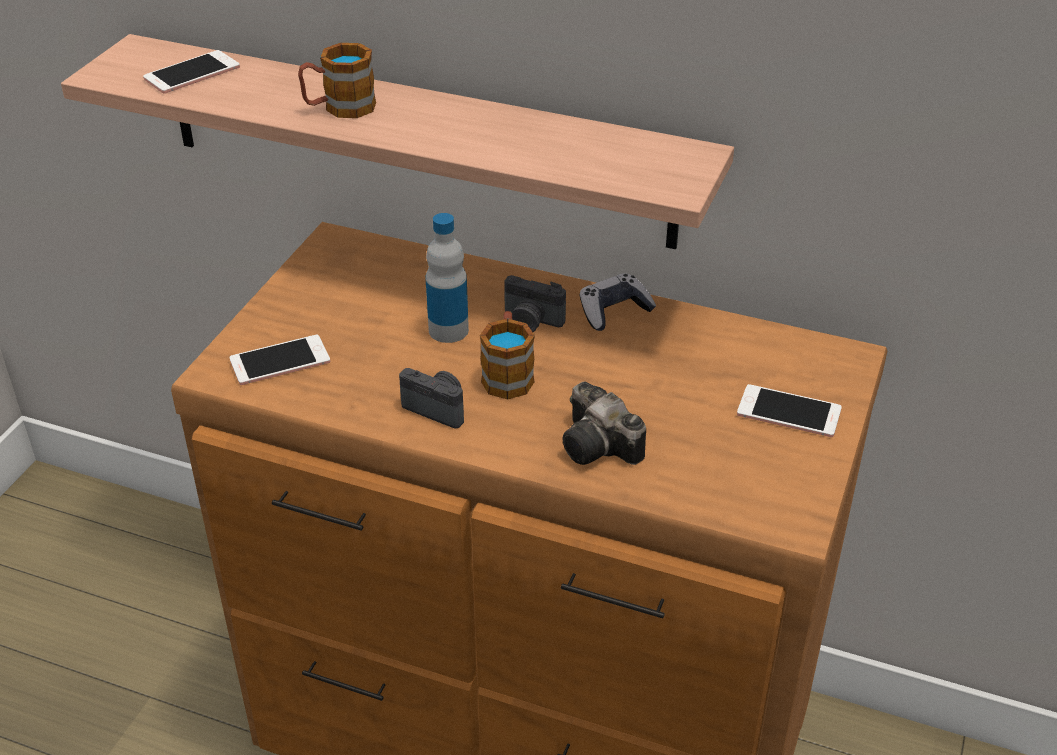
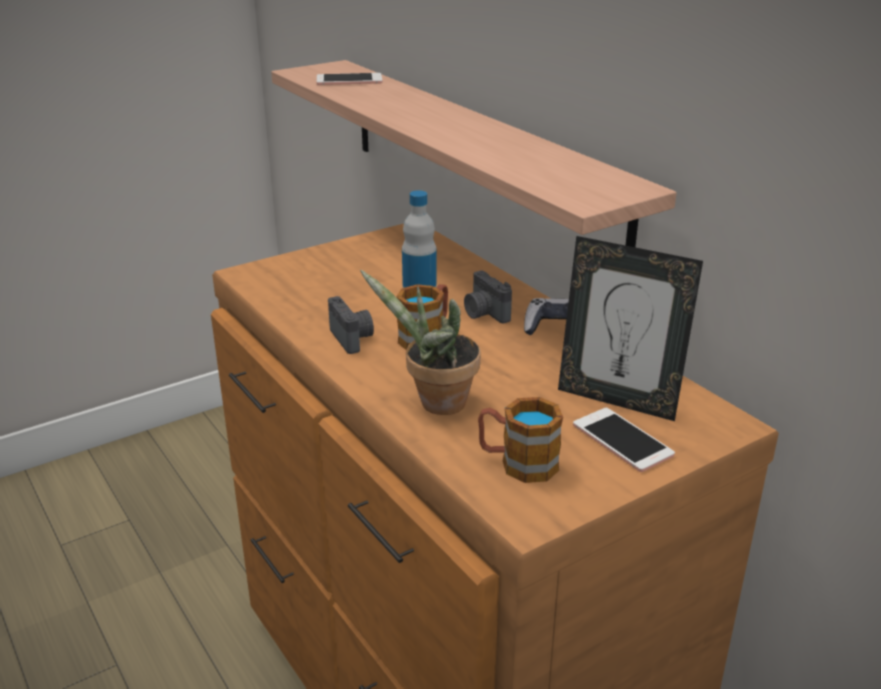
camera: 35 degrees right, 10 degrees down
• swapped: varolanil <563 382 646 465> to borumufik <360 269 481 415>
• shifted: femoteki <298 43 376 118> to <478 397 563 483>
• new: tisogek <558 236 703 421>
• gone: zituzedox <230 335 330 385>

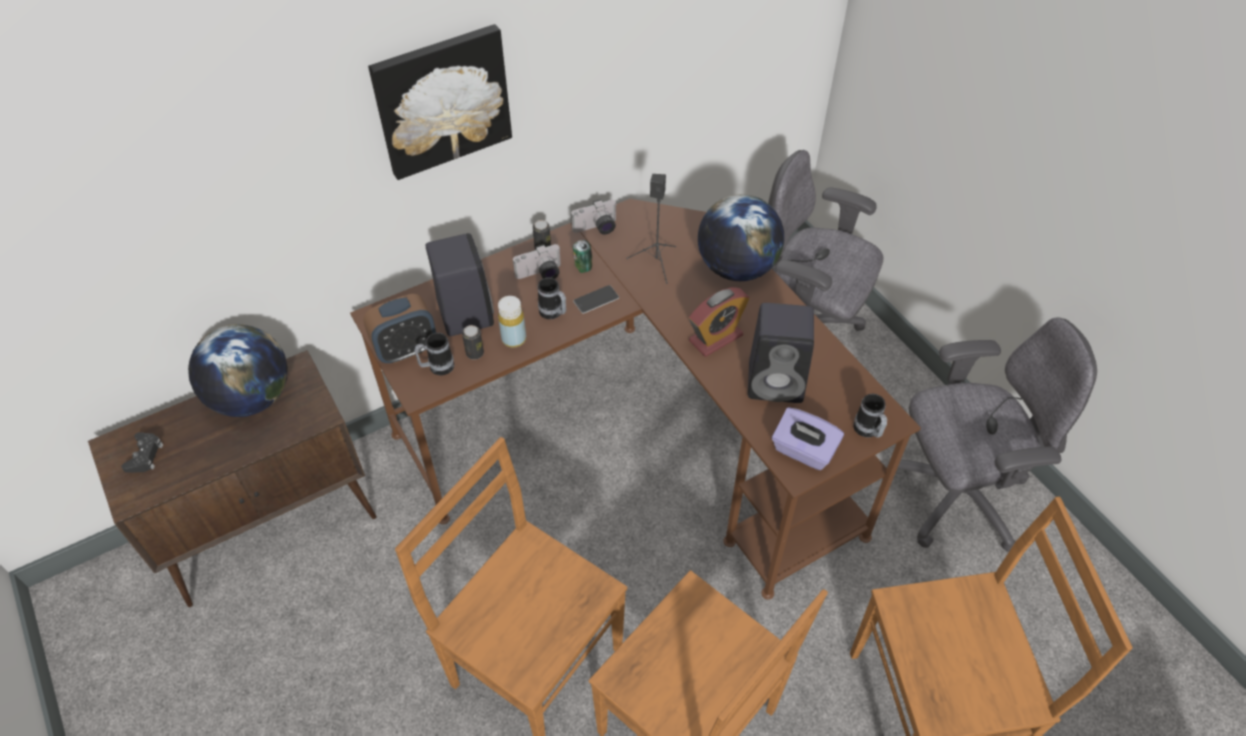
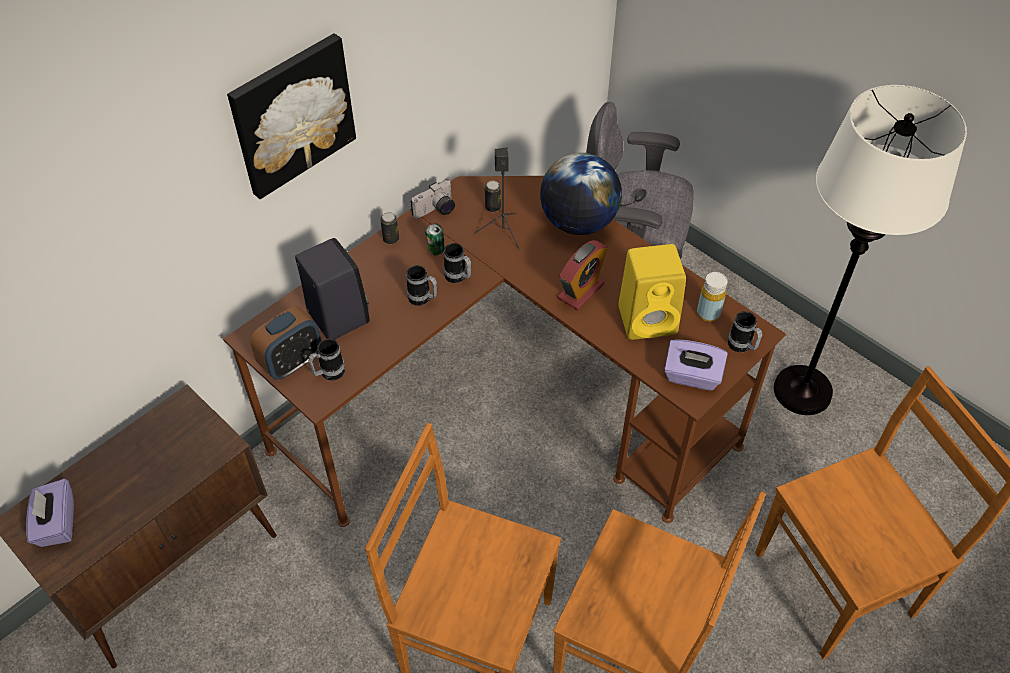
camera: 15 degrees left, 0 degrees up
• swapped: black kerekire <121 432 164 473> to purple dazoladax <26 479 74 547>
• swapped: zituzedox <573 285 619 314> to femoteki <444 243 471 283>
• shifted: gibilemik <462 325 484 359> to <485 180 501 212>
• repainted: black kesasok <748 303 814 403> to yellow kesasok <618 244 686 340>
• shifted: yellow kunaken <498 296 526 348> to <697 272 727 322>
• swapped: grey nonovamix <887 317 1097 552> to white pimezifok <774 85 967 415>
• gone: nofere <188 324 288 417>
• gone: varolanil <513 244 561 279>

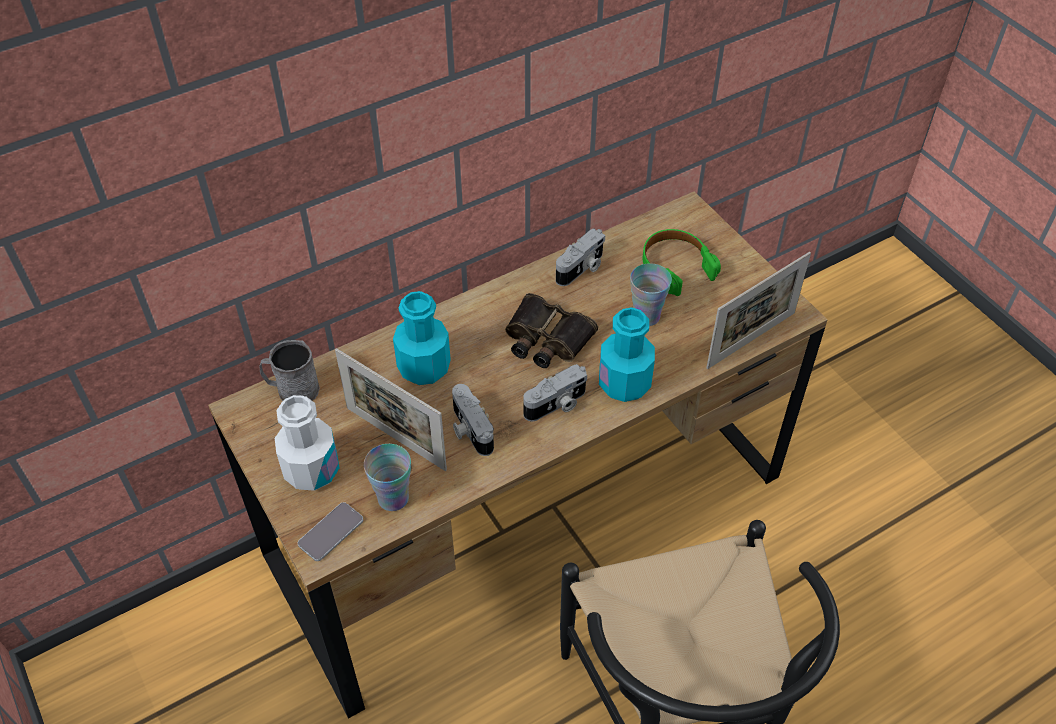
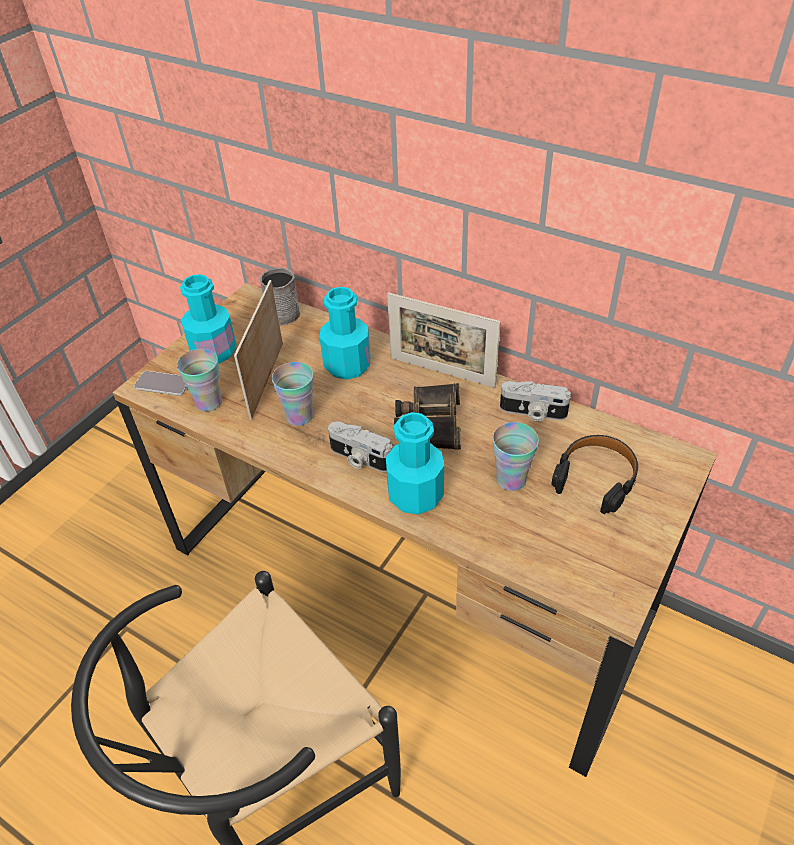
camera: 65 degrees right, 5 degrees down
• repainted: white kunaken <275 395 339 491> to turquoise kunaken <180 274 237 364>
• swapped: varolanil <452 384 494 456> to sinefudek <272 362 314 426>
• shifted: tisogek <706 252 811 369> to <387 293 500 388>
• repainted: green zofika <643 229 721 296> to black zofika <551 435 638 514>

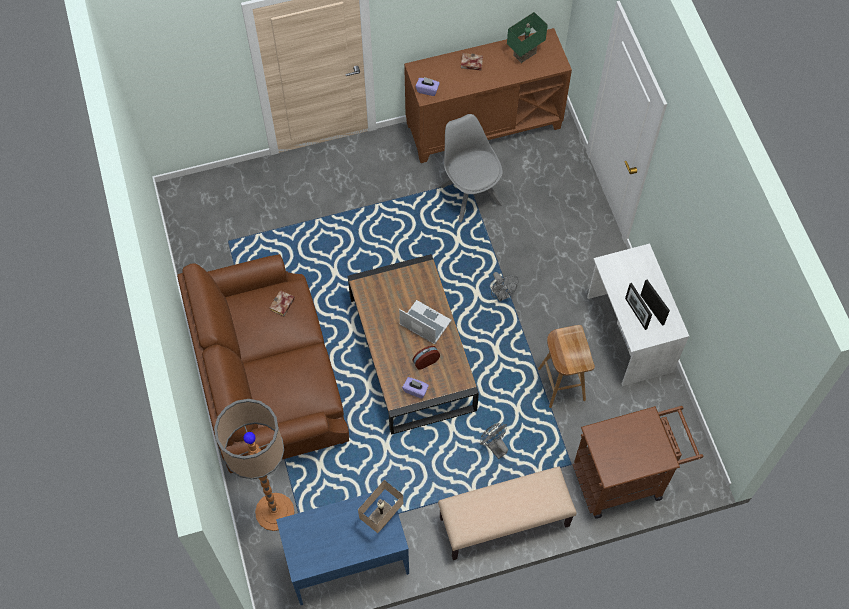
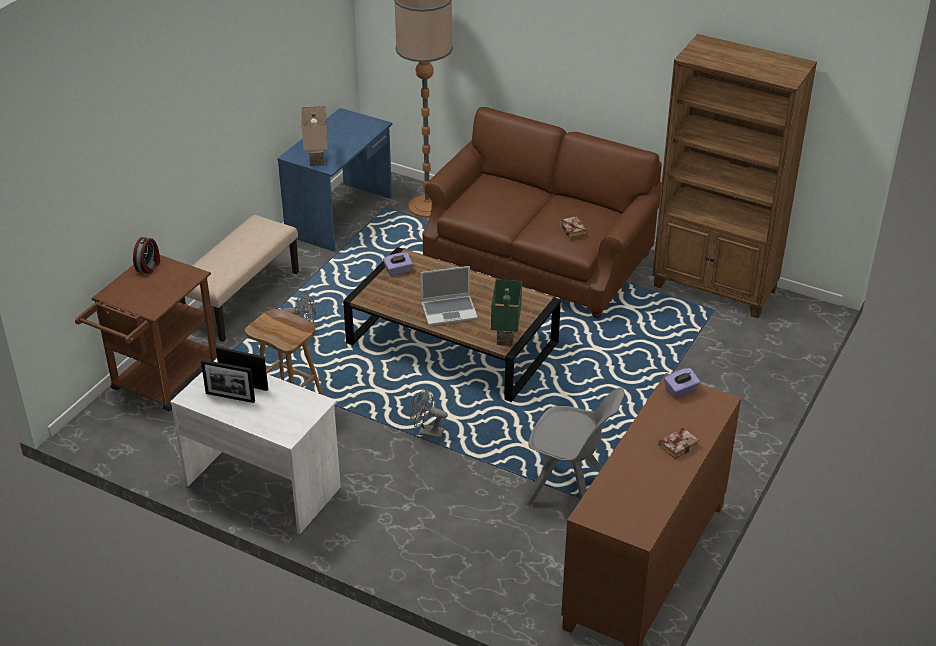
camera: 135 degrees right, 25 degrees down
• shifted: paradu <412 346 440 370> to <133 237 160 274>
• shifted: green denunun <507 12 548 63> to <491 279 522 346>
• new: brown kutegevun <652 34 817 318>

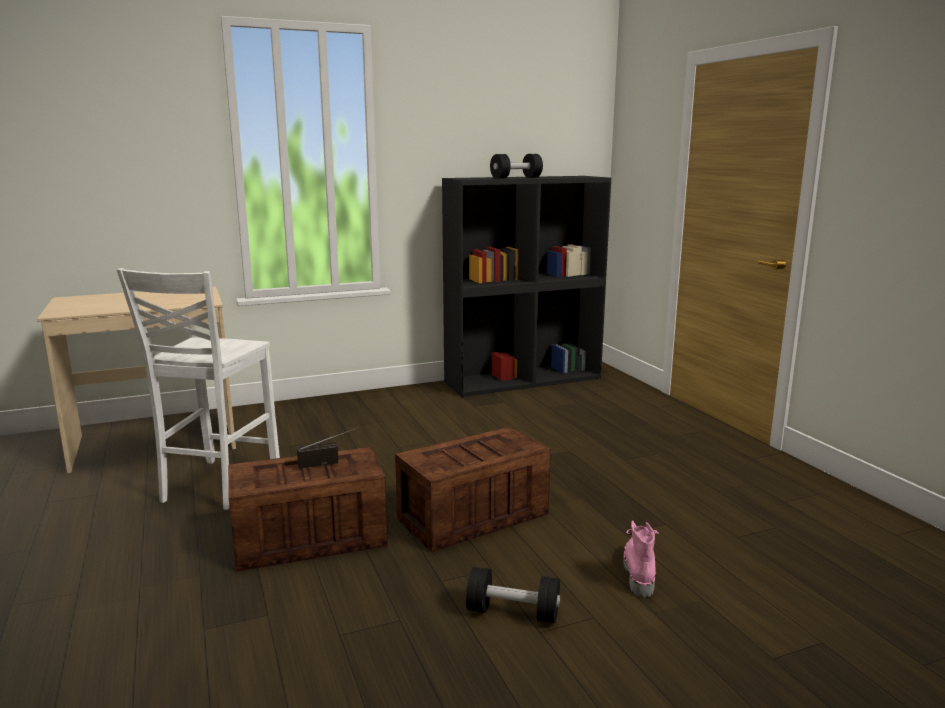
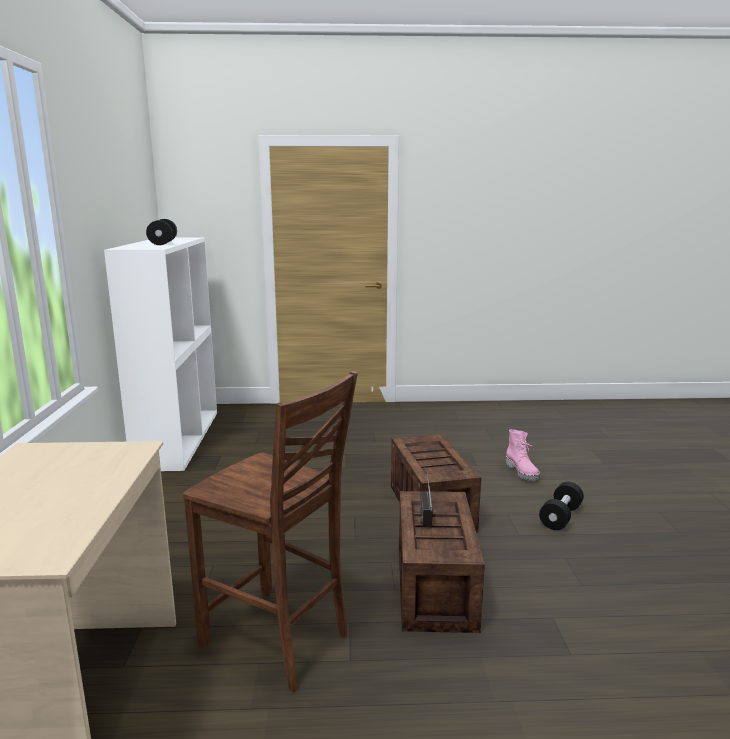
camera: 70 degrees left, 0 degrees up
• repainted: black kutegevun <442 176 611 397> to white kutegevun <104 237 217 471>
• repainted: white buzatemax <117 268 280 510> to brown buzatemax <183 371 358 692>
• rotated: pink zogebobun <623 520 658 597> = <506 429 540 481> 135 degrees counterclockwise

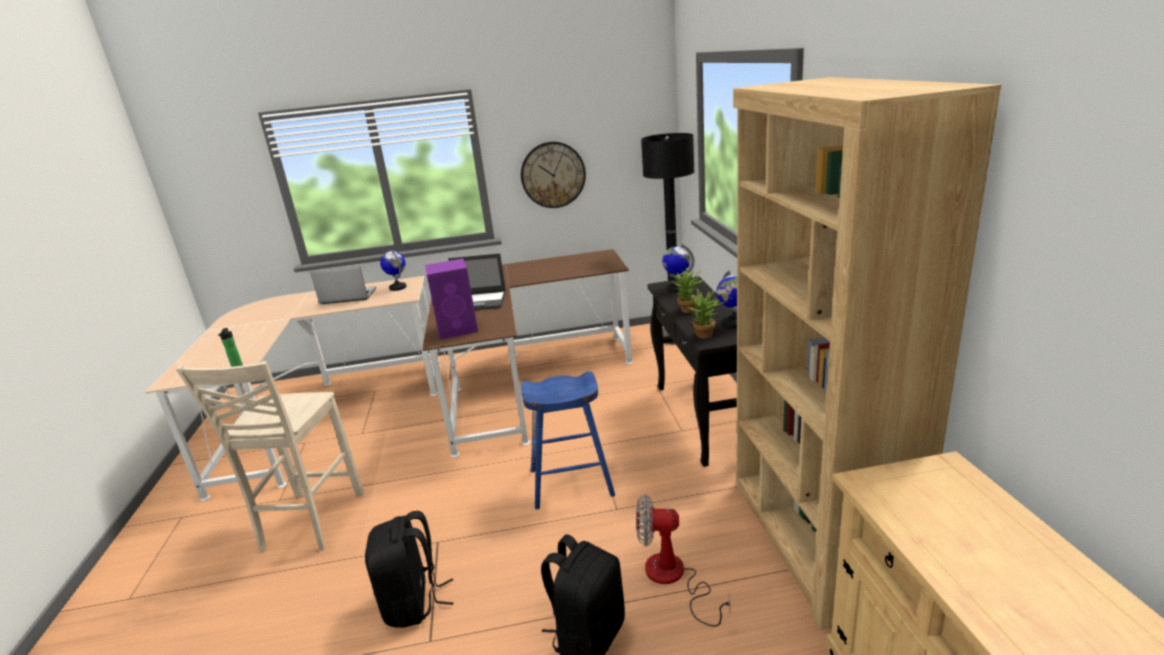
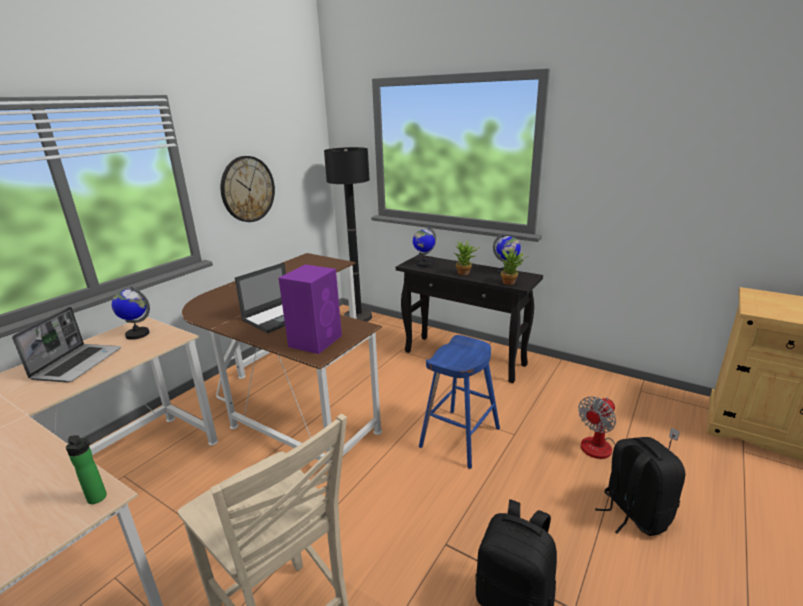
camera: 50 degrees left, 0 degrees up
• rotated: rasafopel <310 266 377 304> = <12 307 121 382> 150 degrees clockwise
• gone: brown kutegevun <733 77 1001 630>

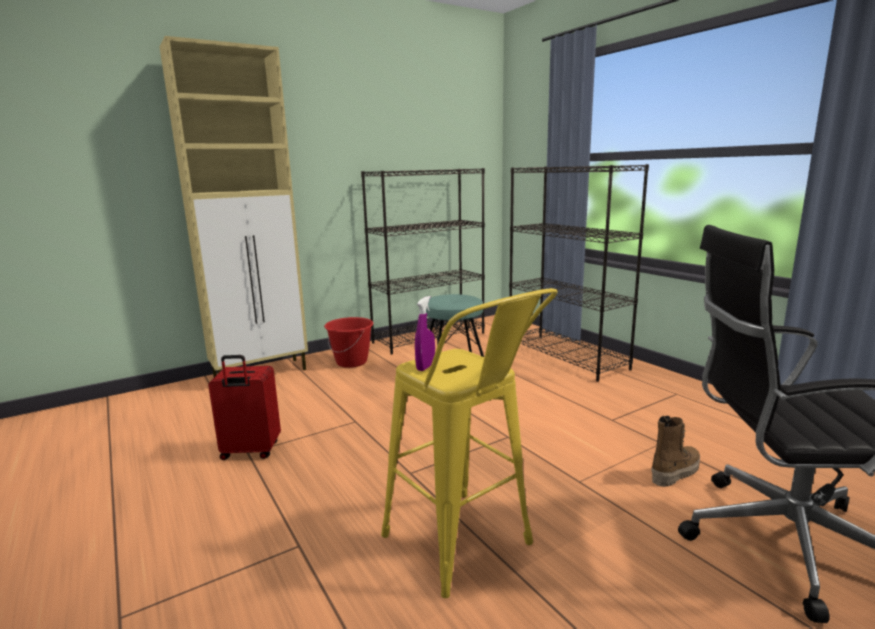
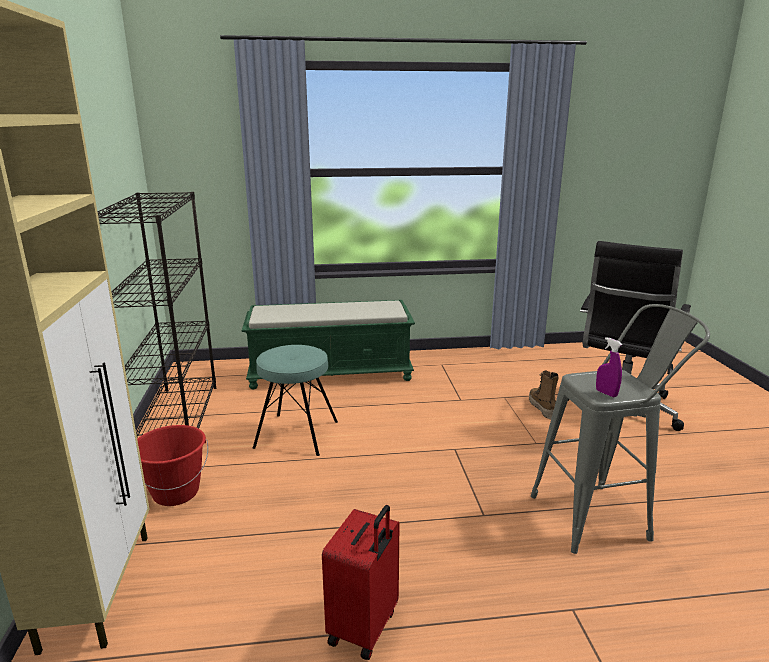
camera: 65 degrees left, 5 degrees up
• swapped: black kutegevun <509 164 649 382> to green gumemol <242 300 415 389>
• repainted: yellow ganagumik <381 288 558 598> to grey ganagumik <531 304 710 554>

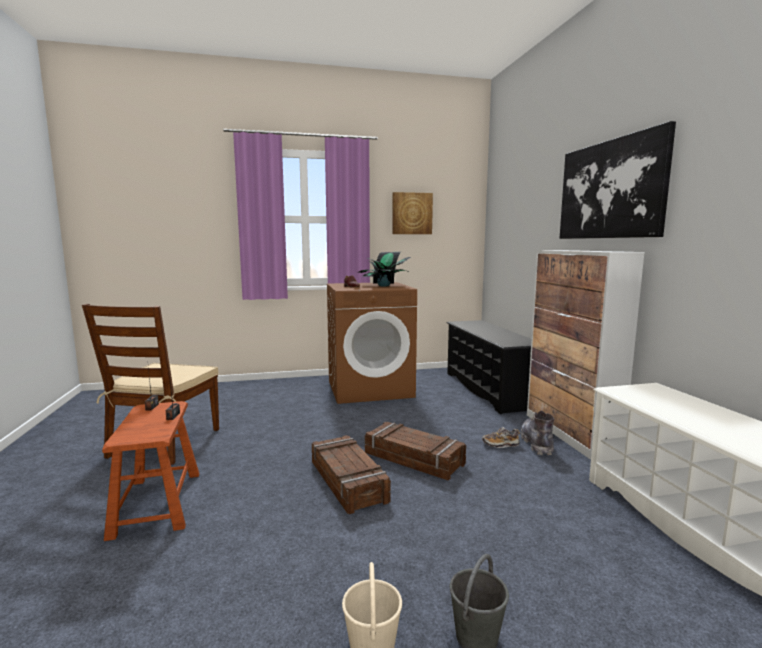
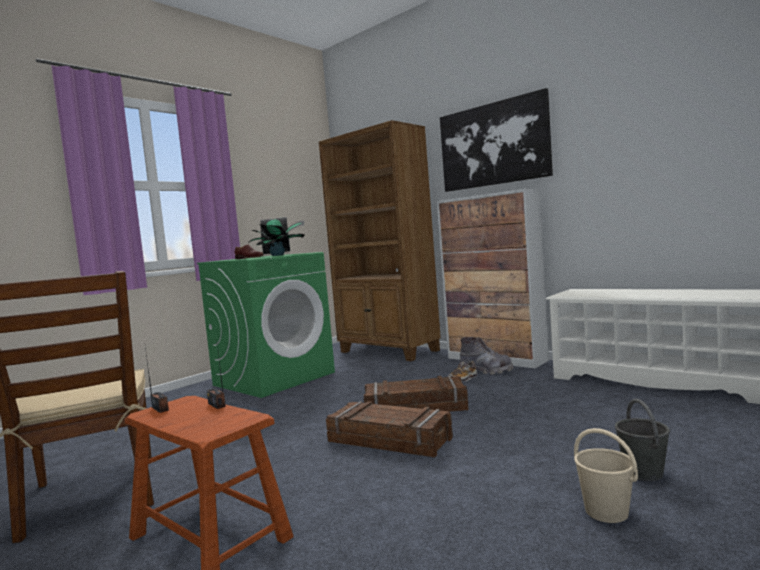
camera: 35 degrees left, 5 degrees down
• repainted: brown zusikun <327 282 417 404> to green zusikun <197 252 335 398>
• swapped: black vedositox <447 320 531 414> to brown kutegevun <319 120 441 361>
• rotated: grey zogebobun <521 411 554 455> = <460 337 513 374> 150 degrees clockwise
• gone: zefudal <392 192 433 234>

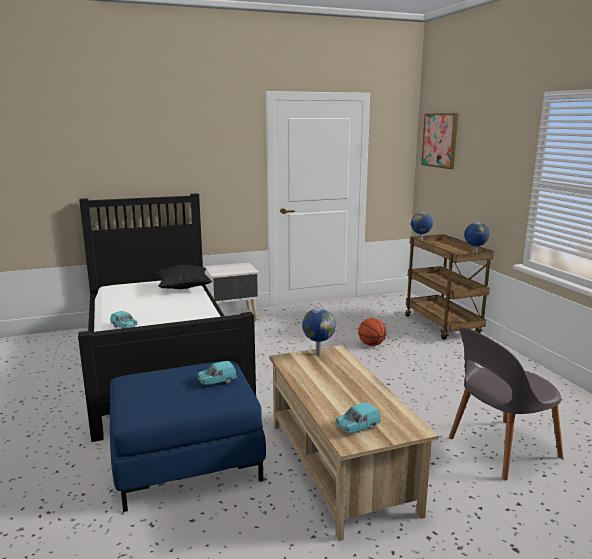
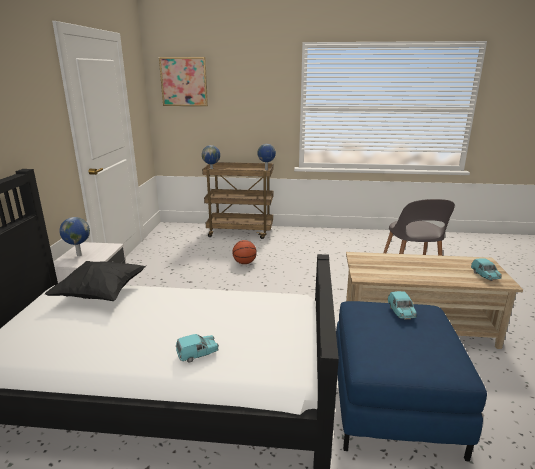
camera: 65 degrees left, 5 degrees up
• shifted: nofere <302 308 336 356> to <59 217 90 256>

